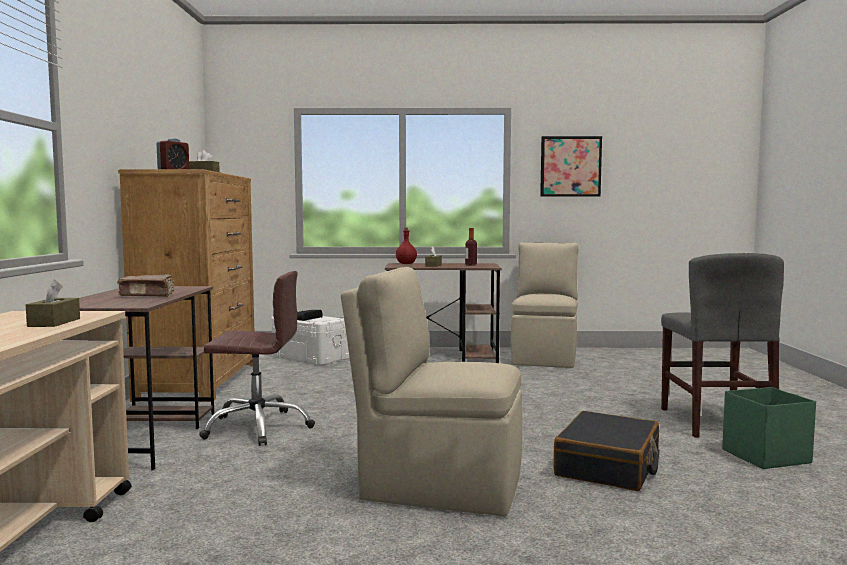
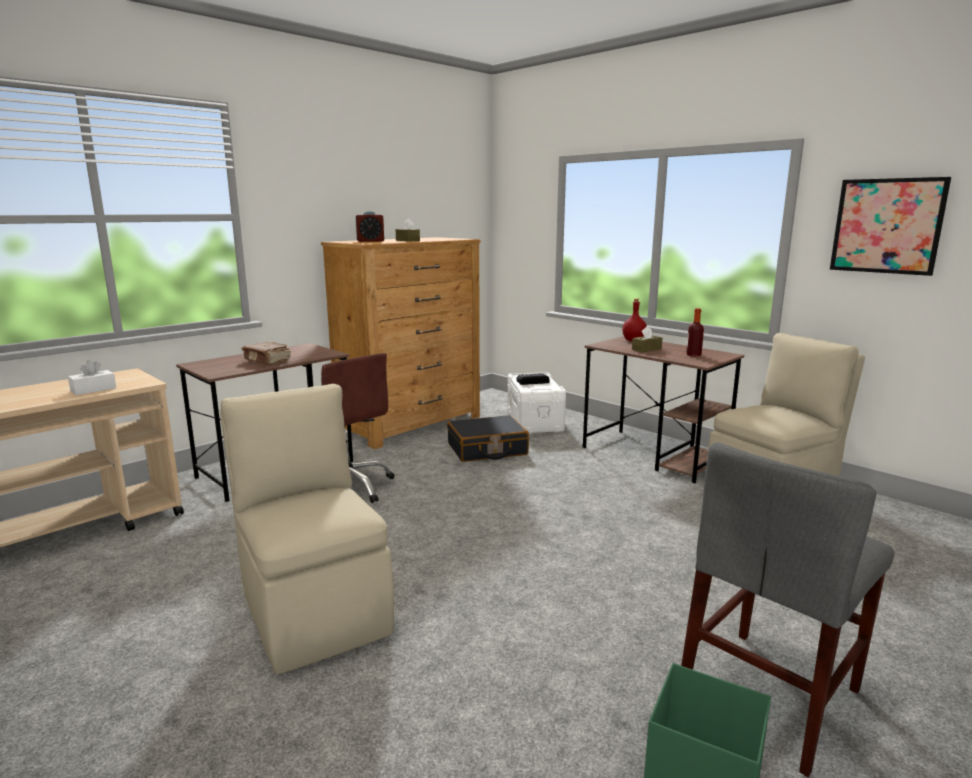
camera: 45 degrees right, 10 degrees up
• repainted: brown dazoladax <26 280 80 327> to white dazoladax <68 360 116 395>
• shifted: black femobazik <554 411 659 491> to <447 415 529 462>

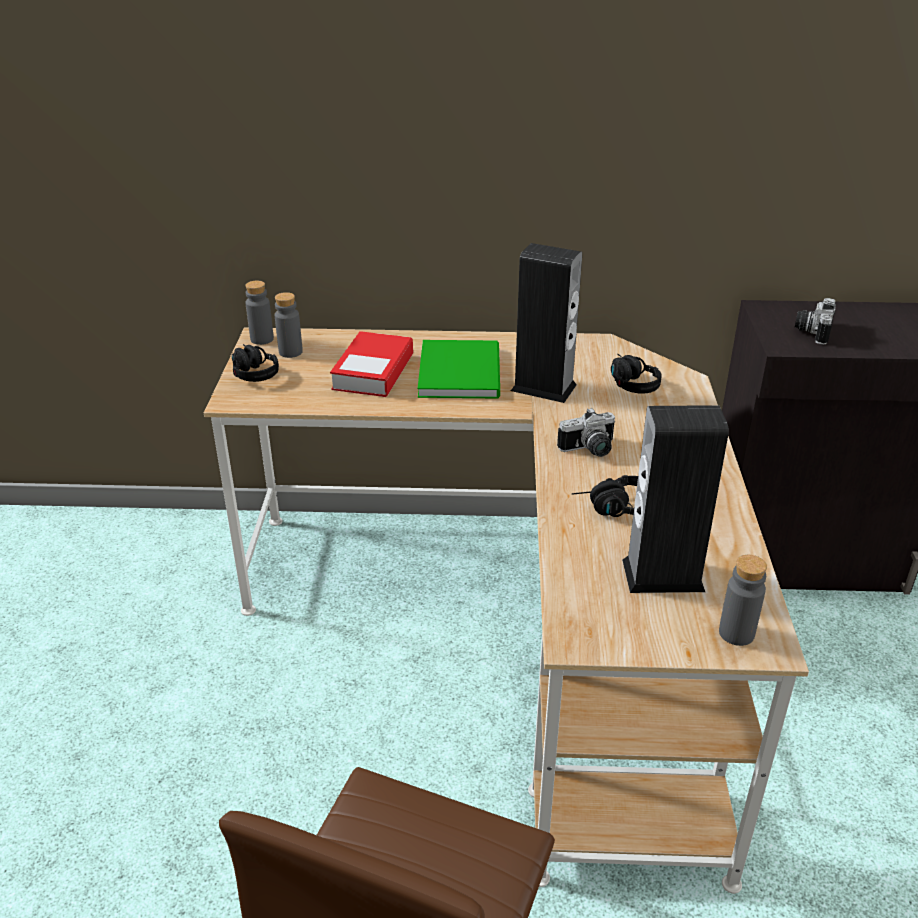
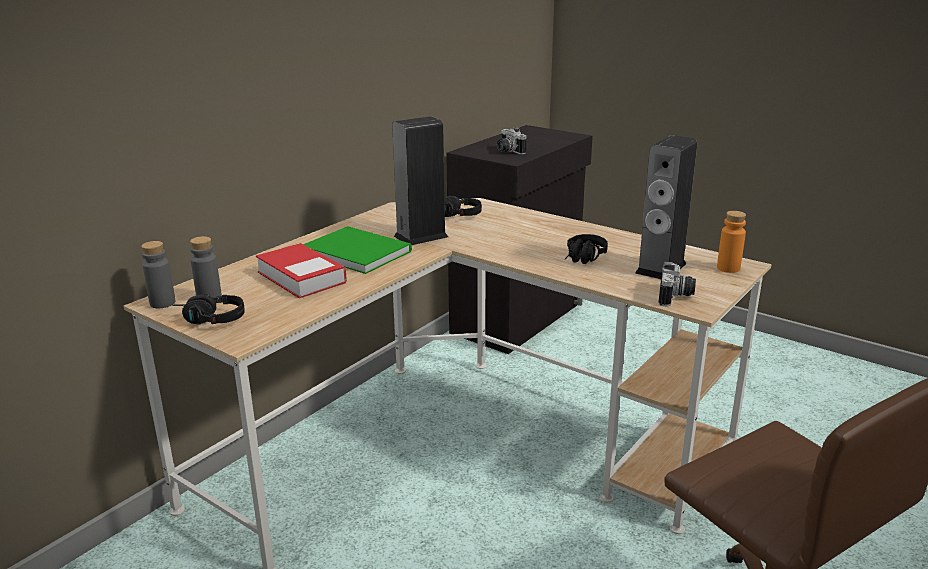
camera: 55 degrees left, 10 degrees down
• shifted: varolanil <557 408 615 457> to <659 262 696 307>
• repainted: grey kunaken <719 555 767 646> to orange kunaken <717 211 746 273>

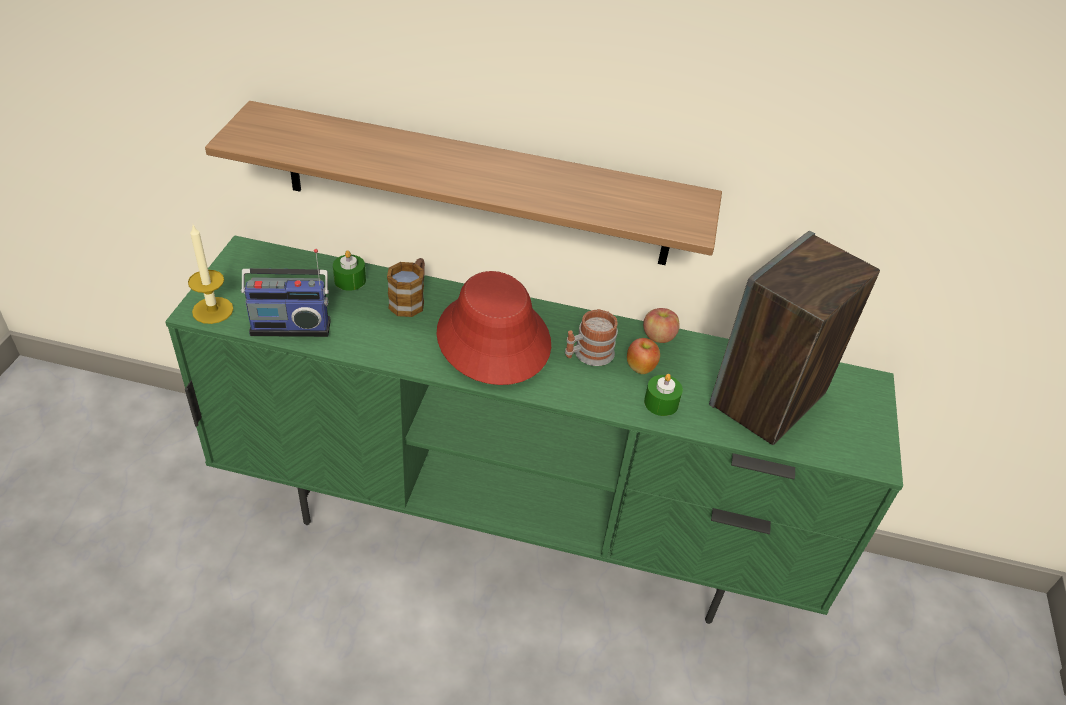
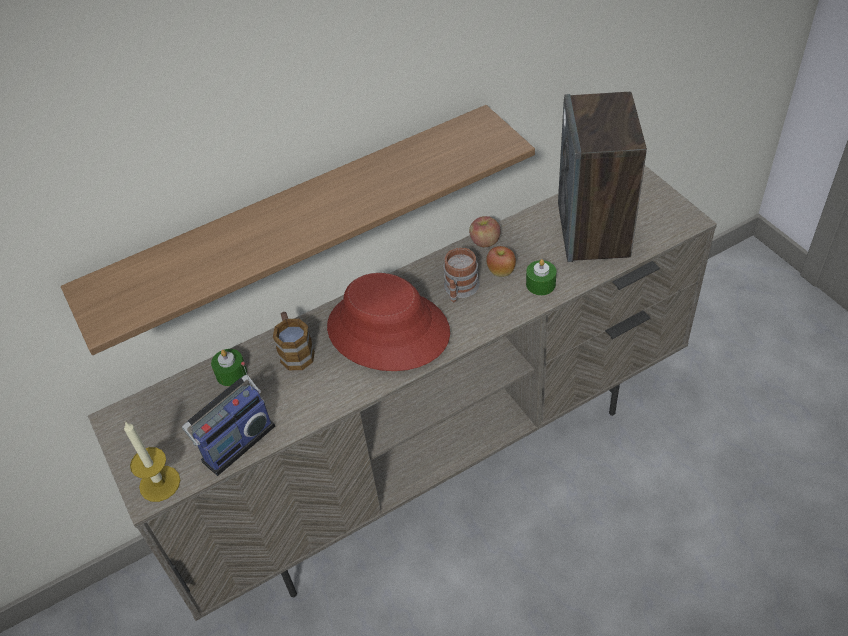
camera: 35 degrees left, 5 degrees up
• repainted: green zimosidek <165 235 903 624> to beige zimosidek <88 165 717 621>

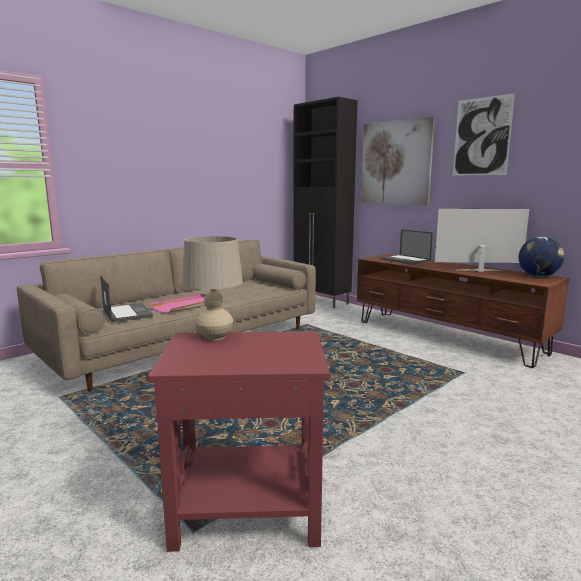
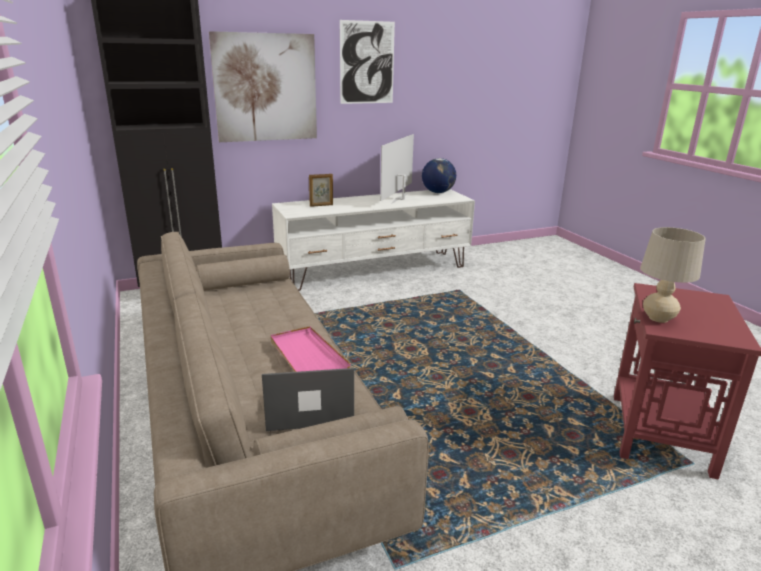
camera: 70 degrees left, 10 degrees up
• repainted: brown zimosidek <357 254 569 368> to white zimosidek <272 189 475 291>
• swapped: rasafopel <381 229 433 264> to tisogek <309 174 333 207>

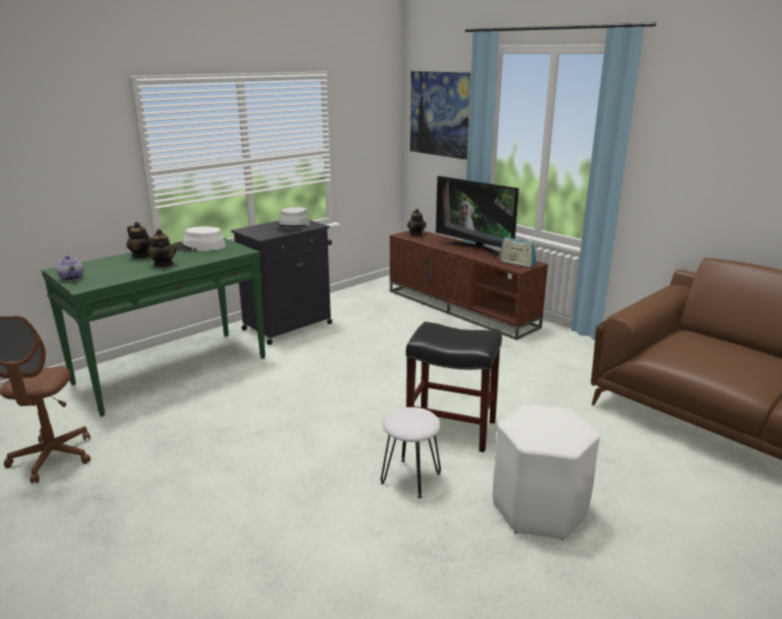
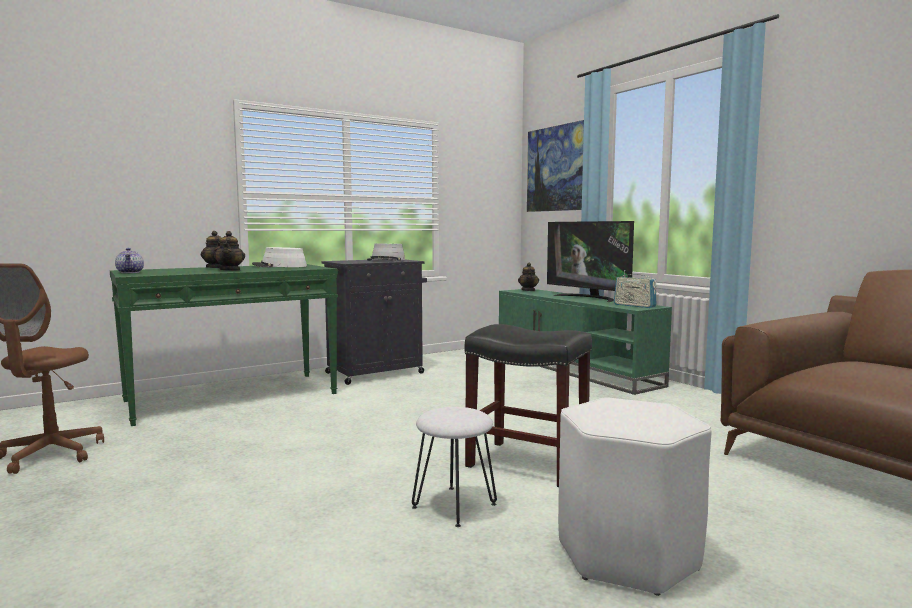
camera: 10 degrees right, 15 degrees down
• repainted: brown zimosidek <390 230 548 340> to green zimosidek <499 289 672 395>

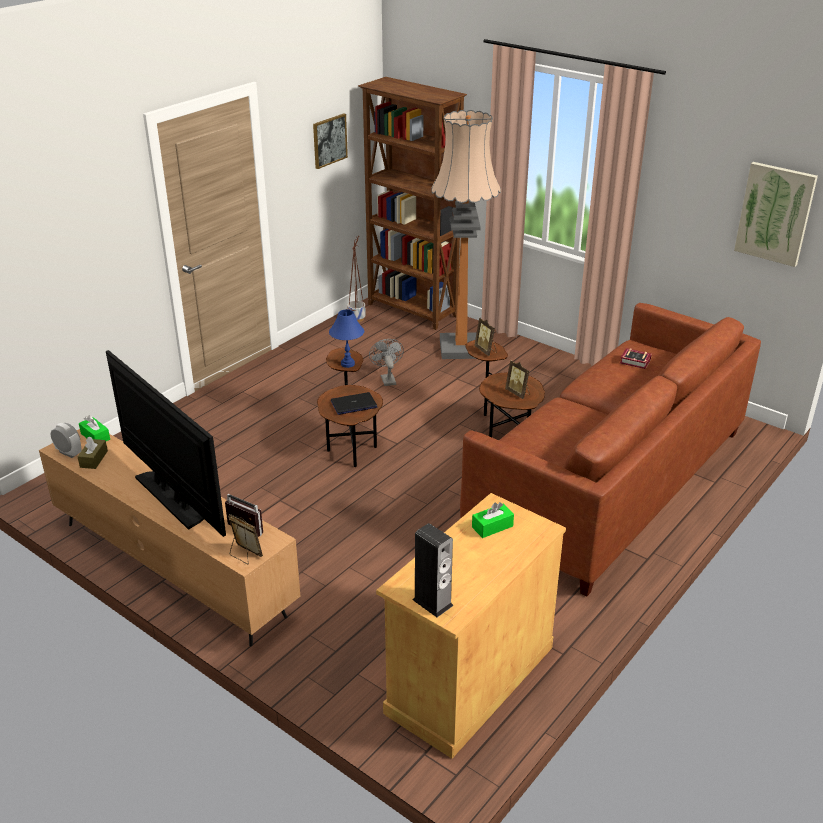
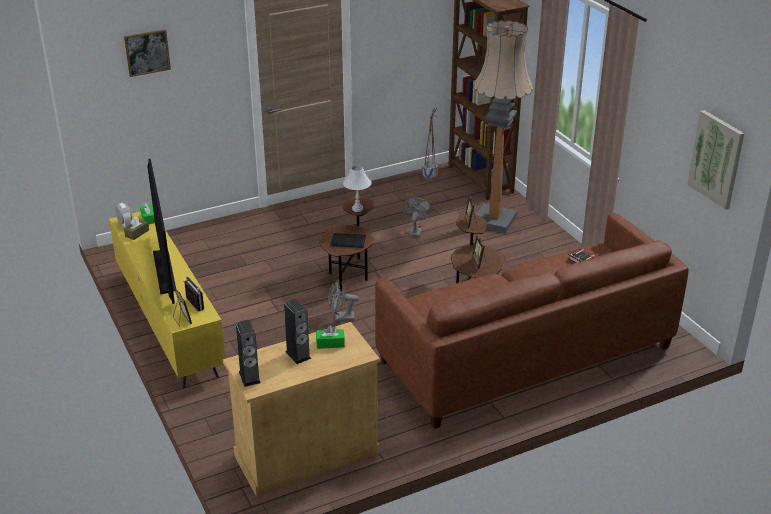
camera: 25 degrees right, 0 degrees up
• repainted: brown zimosidek <39 429 300 646> to yellow zimosidek <109 211 225 388>
• shifted: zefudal <313 113 348 169> to <124 29 171 77>
• new: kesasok <284 299 311 364>
• new: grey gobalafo <328 279 359 321>
• repainted: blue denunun <329 309 364 368> to white denunun <343 165 371 212>

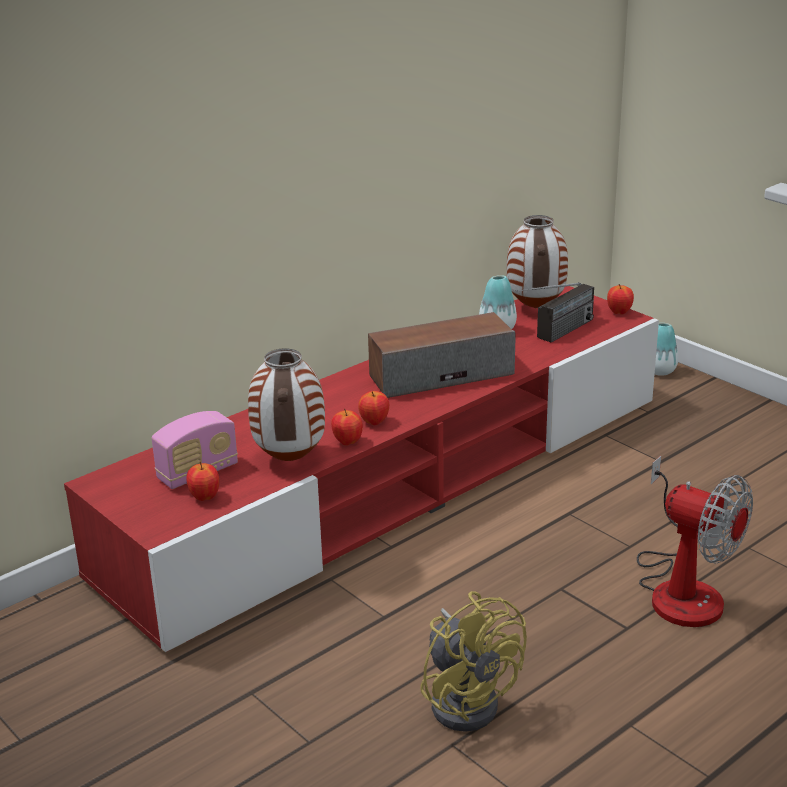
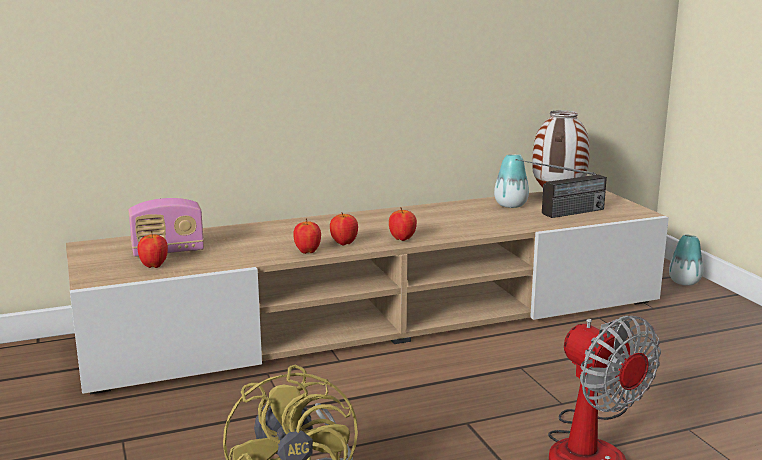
camera: 20 degrees right, 10 degrees down
• repainted: red zimosidek <64 286 659 652> to beige zimosidek <66 191 669 394>
• shifted: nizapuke <607 284 634 315> to <389 207 417 241>
• gone: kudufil <248 348 325 461>
• gone: kesasok <368 312 516 398>

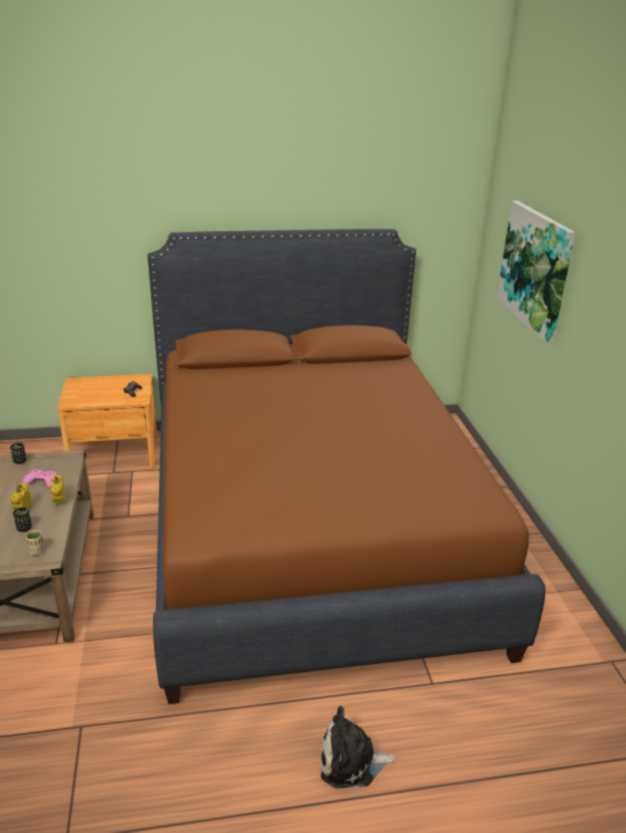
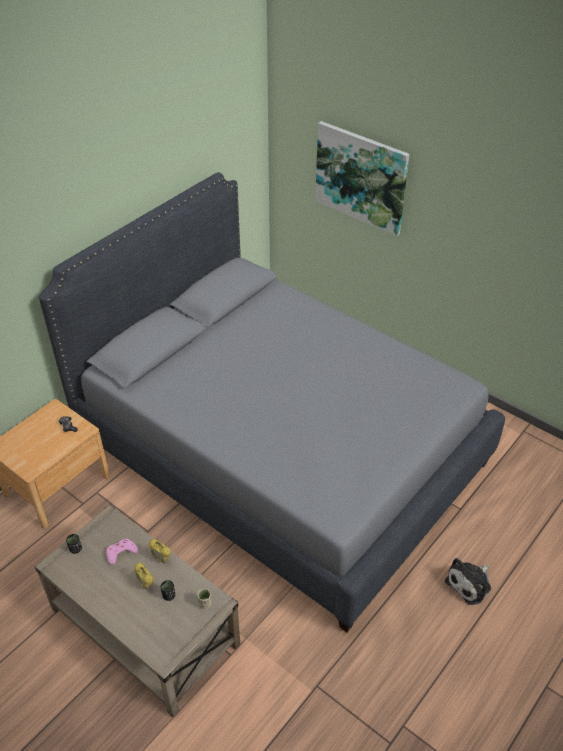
camera: 40 degrees left, 15 degrees up
• repainted: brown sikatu <147 229 546 704> to grey sikatu <39 172 505 632>

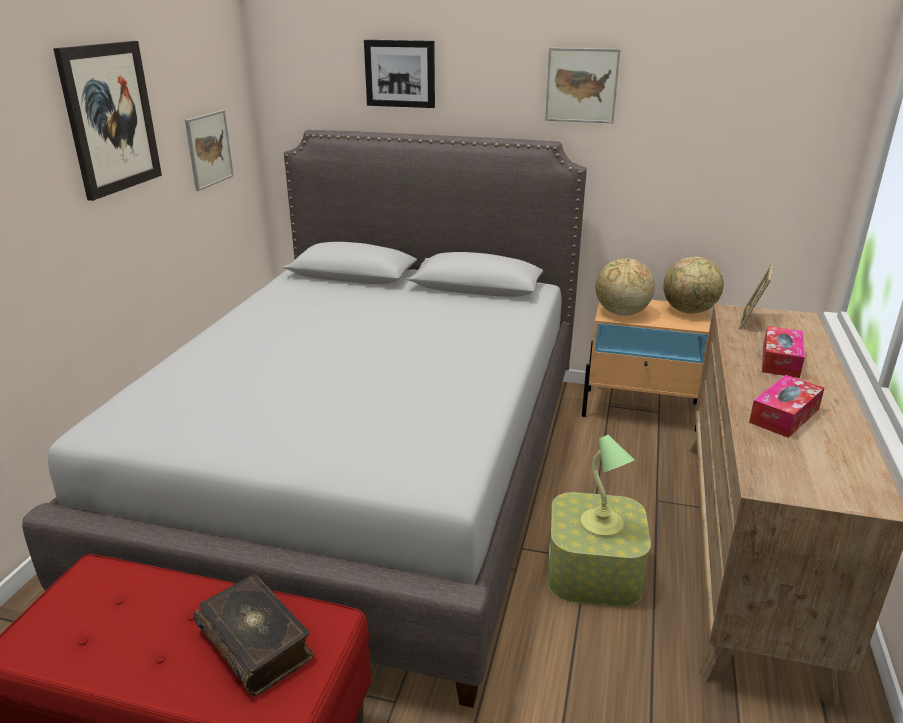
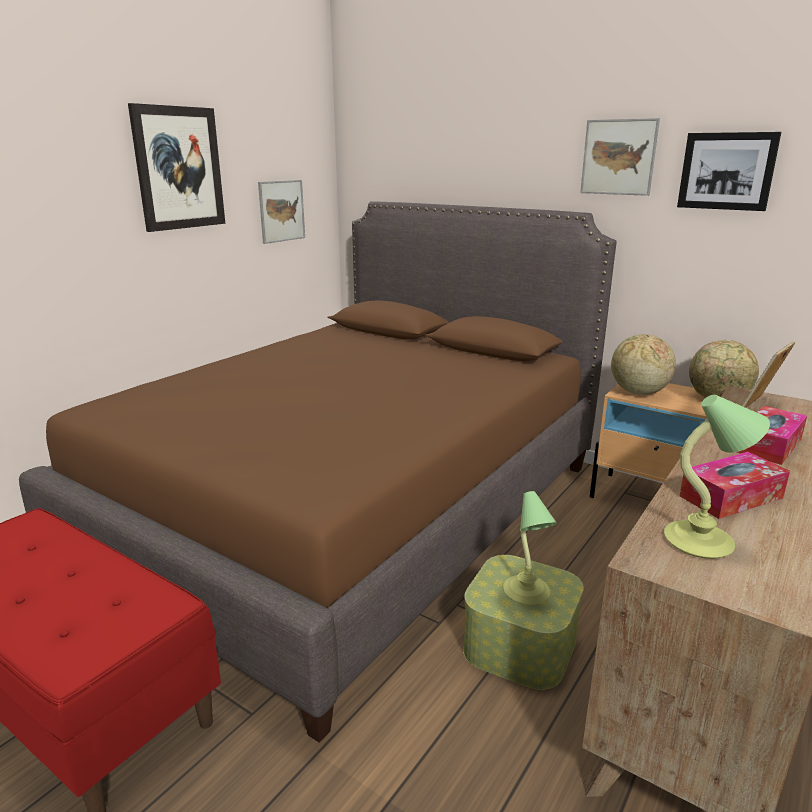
camera: 20 degrees right, 5 degrees down
• repainted: grey sikatu <22 130 587 708> to brown sikatu <19 201 617 743>
• new: denunun <664 395 770 559>
• shifted: zefudal <364 40 435 108> to <677 132 781 211>
• gone: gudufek <194 574 314 696>

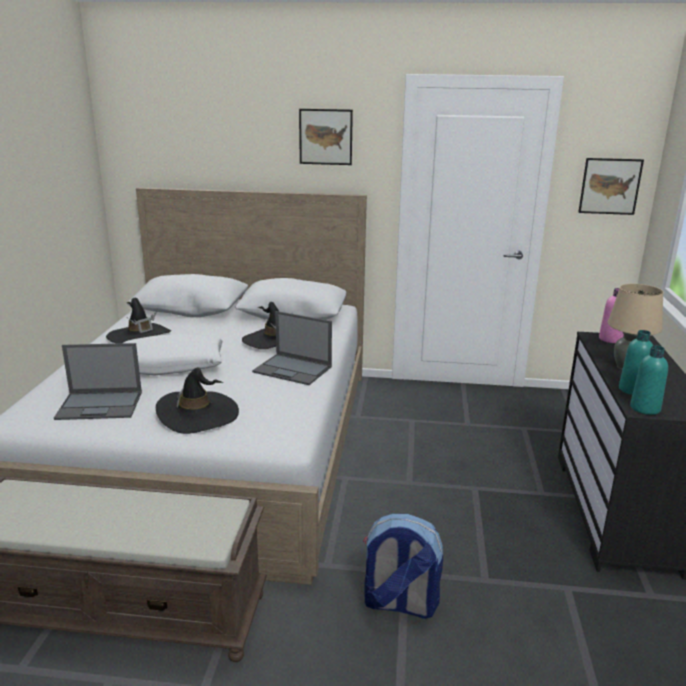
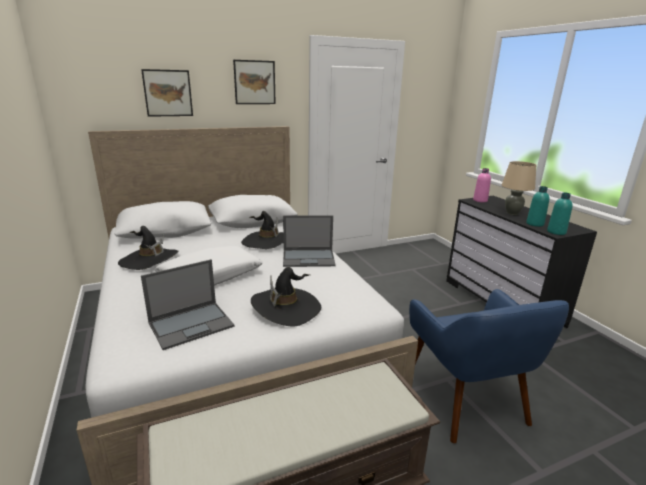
camera: 30 degrees left, 0 degrees up
• shifted: zefudal <578 158 644 215> to <141 69 193 117>
• swapped: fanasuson <363 514 443 619> to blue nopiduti <409 289 569 443>

